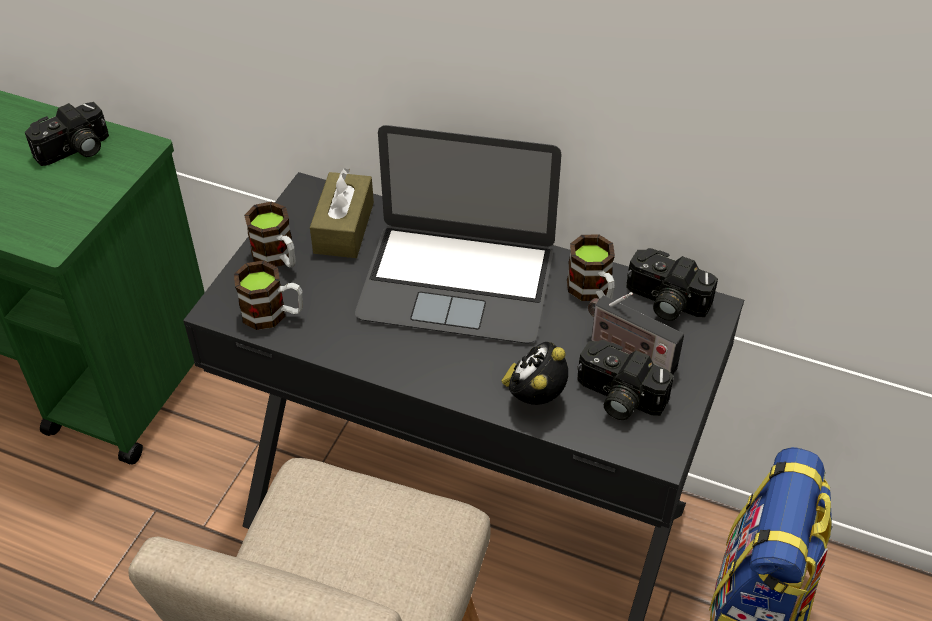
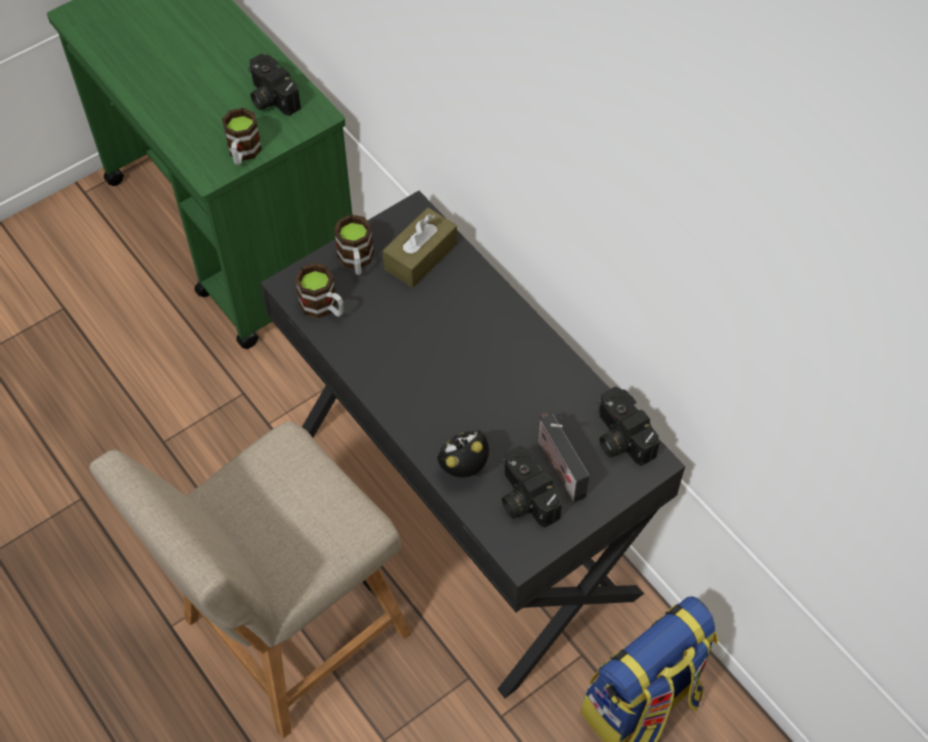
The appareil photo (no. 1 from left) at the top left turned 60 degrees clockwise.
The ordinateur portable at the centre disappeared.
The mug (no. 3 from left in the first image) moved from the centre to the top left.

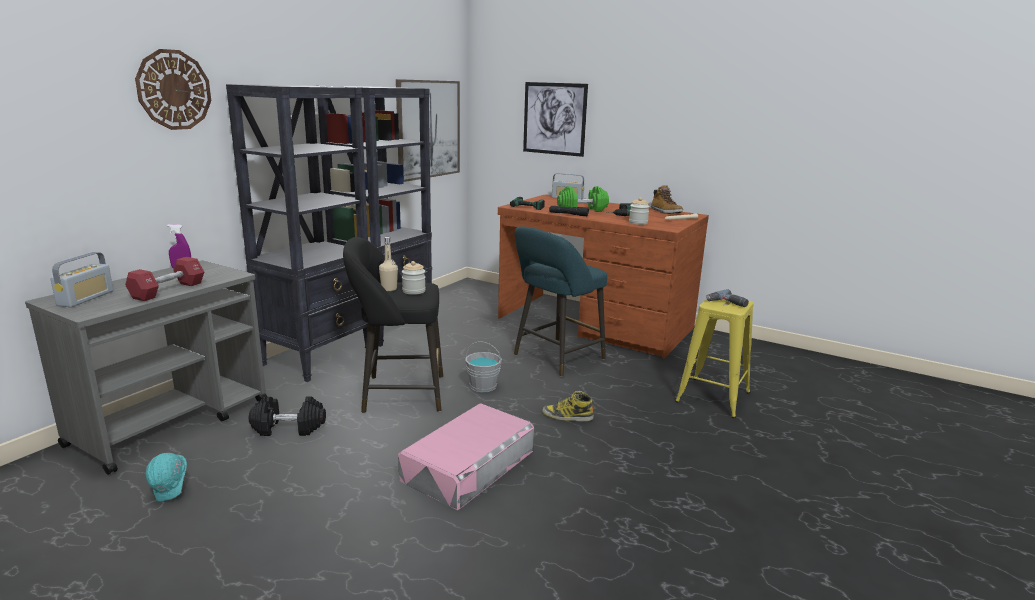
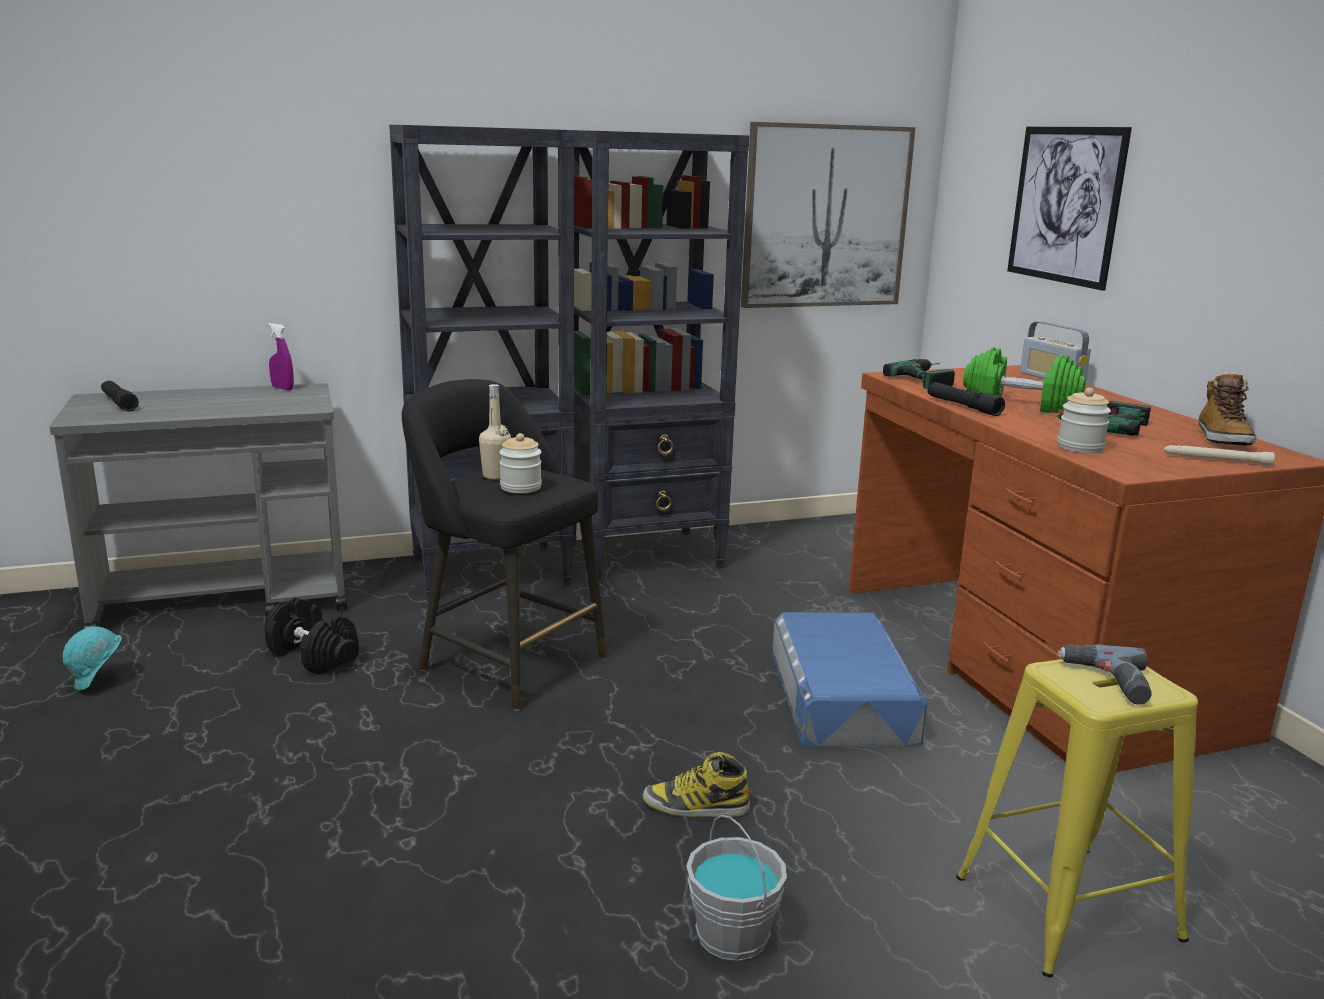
The horloge murale at the top left disappeared.
The tabouret (turquoise) at the centre was replaced by the boîte de rangement (bleu) at the bottom centre.
The radio (no. 1 from left) at the middle left was replaced by the lampe de poche (noir) (no. 1 from left) at the middle left.
The haltère (rouge) at the middle left disappeared.
The seau (gris) moved from the centre to the bottom centre.
The botte (no. 1 from left) at the bottom centre turned 45 degrees counterclockwise.
The boîte de rangement (rose) at the bottom centre disappeared.

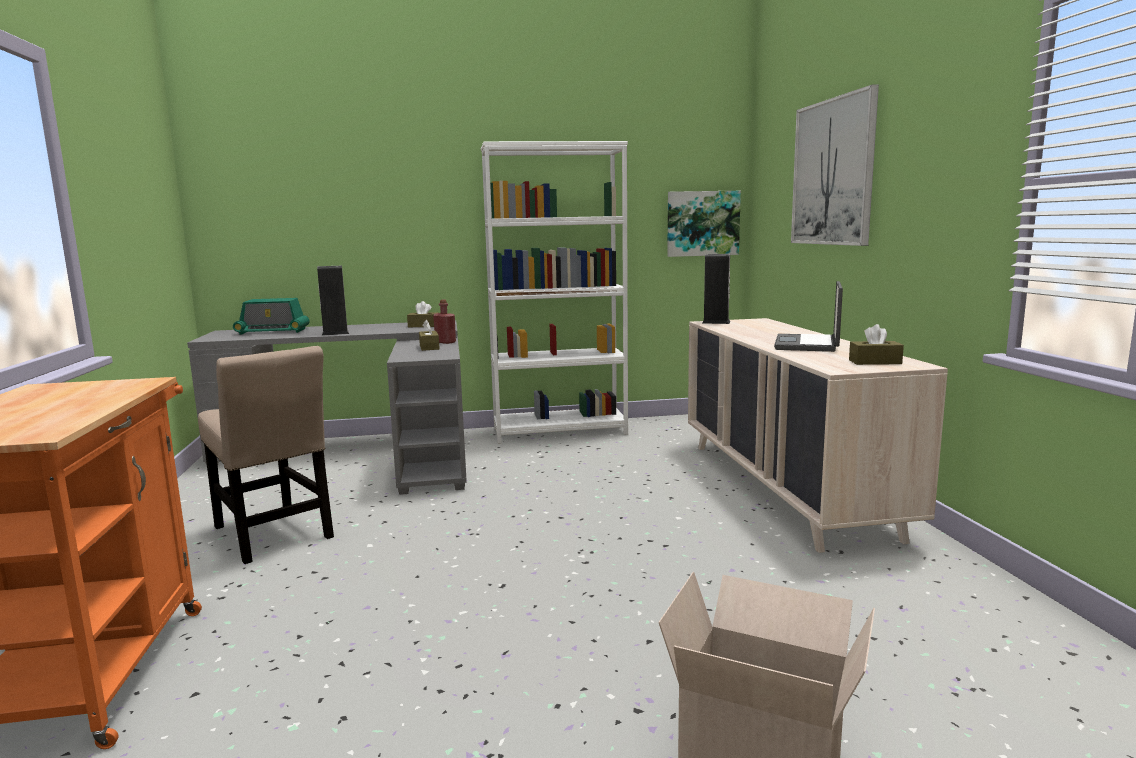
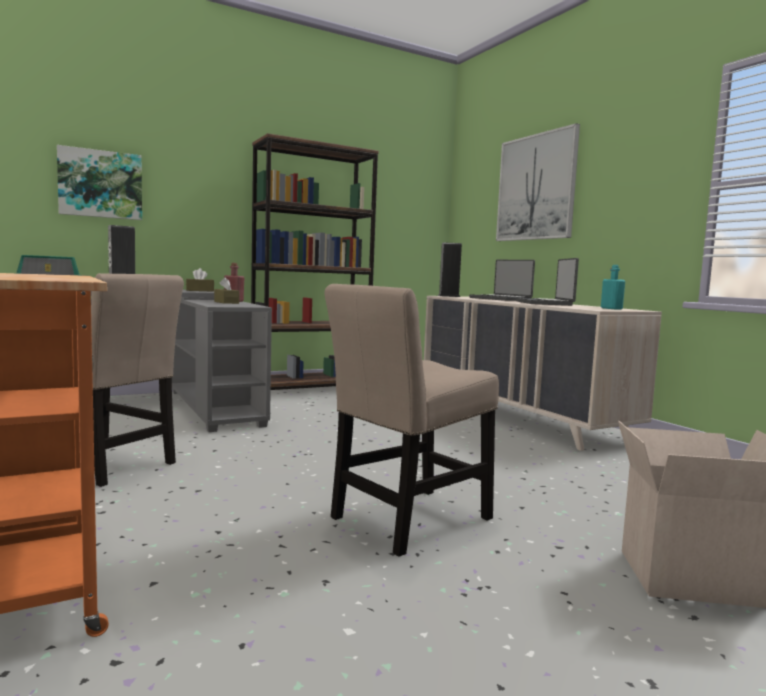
The bibliothèque (blanc) at the centre became the bibliothèque (marron) at the centre.
The tableau (no. 1 from left) moved from the top centre to the top left.
The boîte à mouchoirs (marron) (no. 3 from left) at the middle right was replaced by the bouteille (turquoise) at the middle right.
The ordinateur portable (no. 1 from left) at the centre appeared.
The chaise (beige) (no. 2 from left) at the centre appeared.

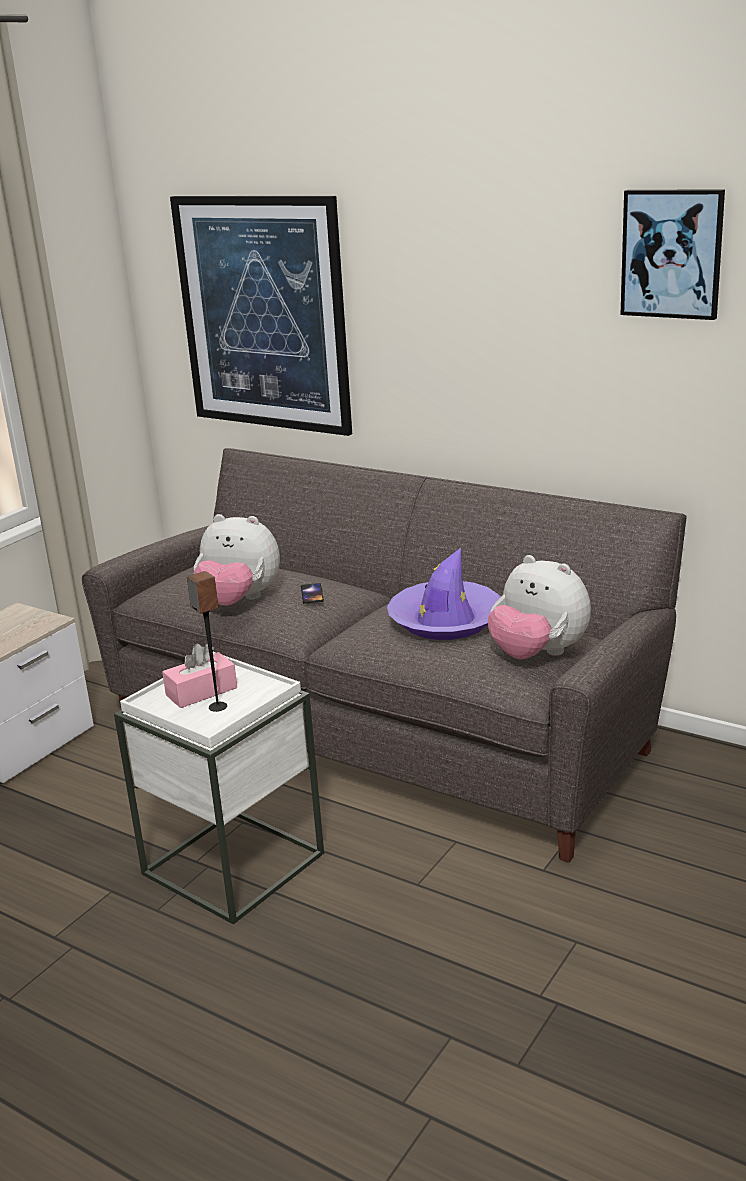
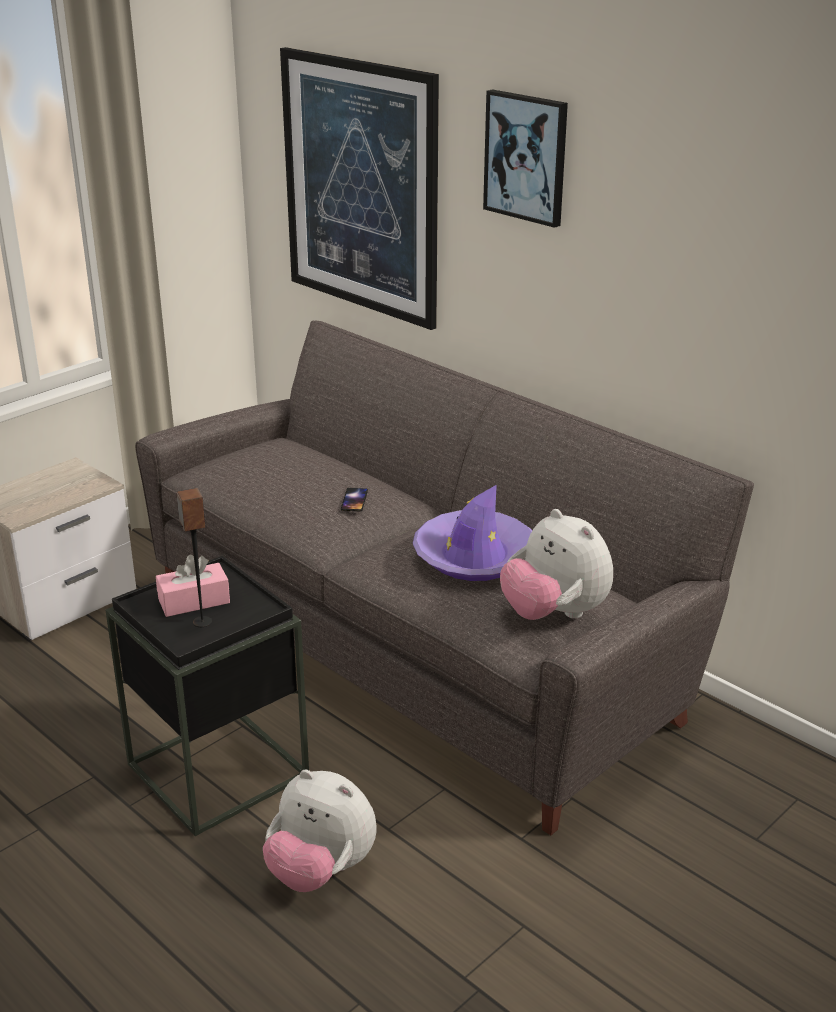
The tableau (no. 2 from left) moved from the top right to the top centre.
The peluche (no. 1 from left) moved from the middle left to the bottom centre.
The table d'appoint (blanc) at the bottom left became the table d'appoint (noir) at the bottom left.

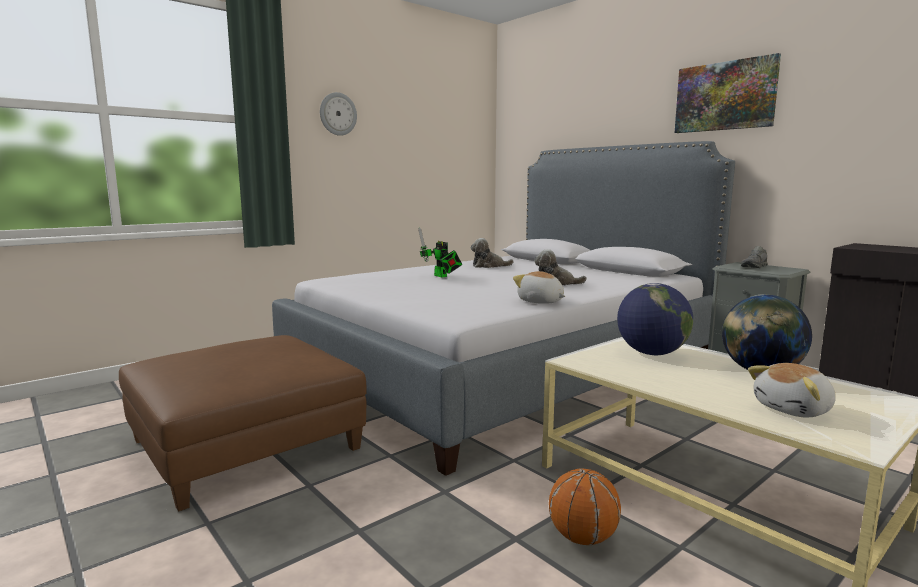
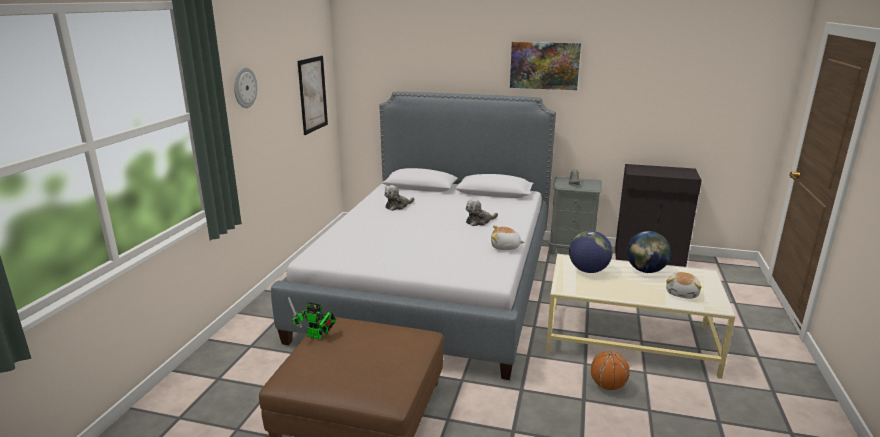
The robot jouet moved from the centre to the bottom centre.
The tableau (no. 1 from left) at the top centre appeared.

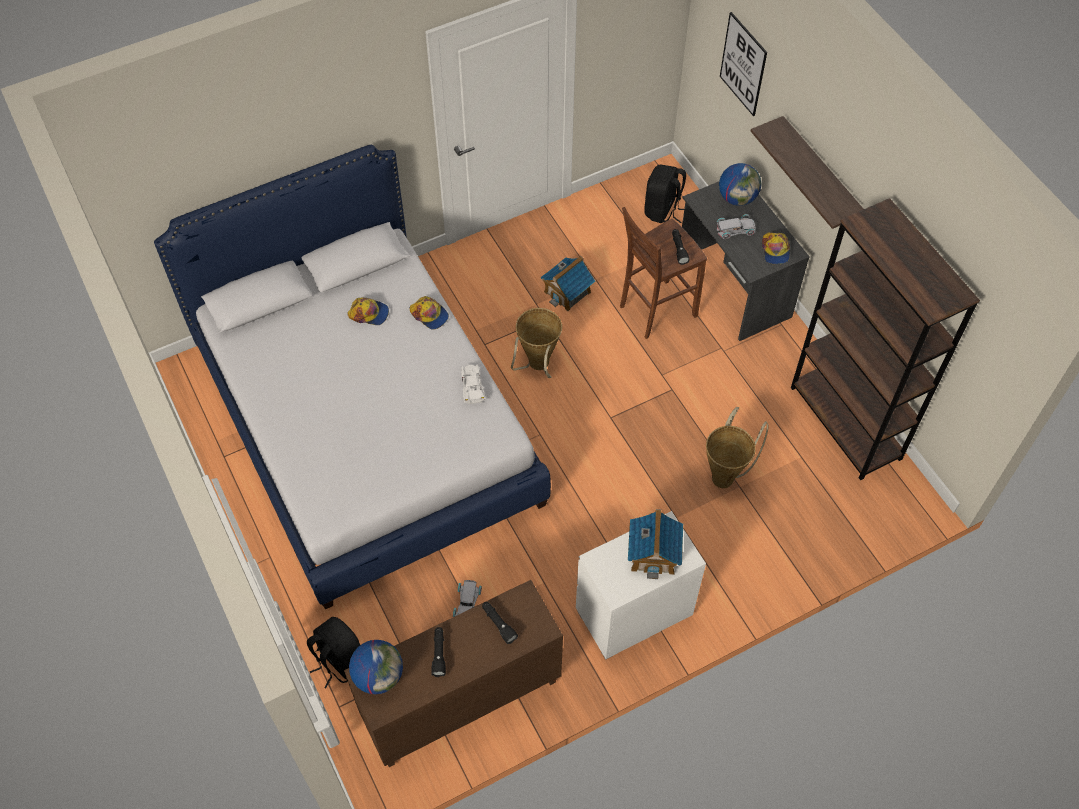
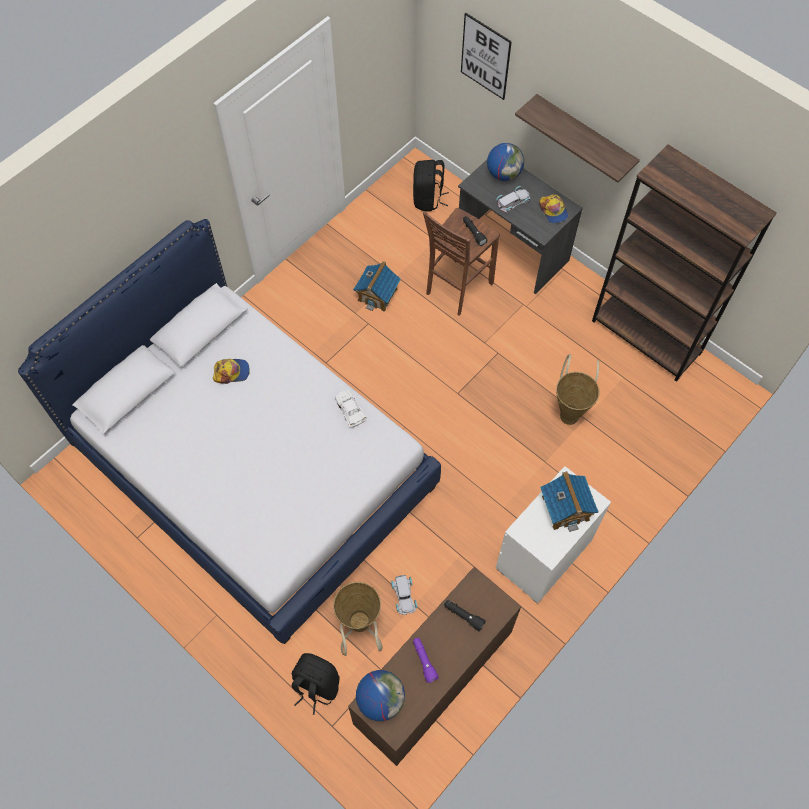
The casquette (no. 2 from left) at the centre disappeared.
The panier (no. 1 from left) moved from the centre to the bottom centre.
The lampe de poche (noir) (no. 1 from left) at the bottom centre became the lampe de poche (violet) at the bottom centre.

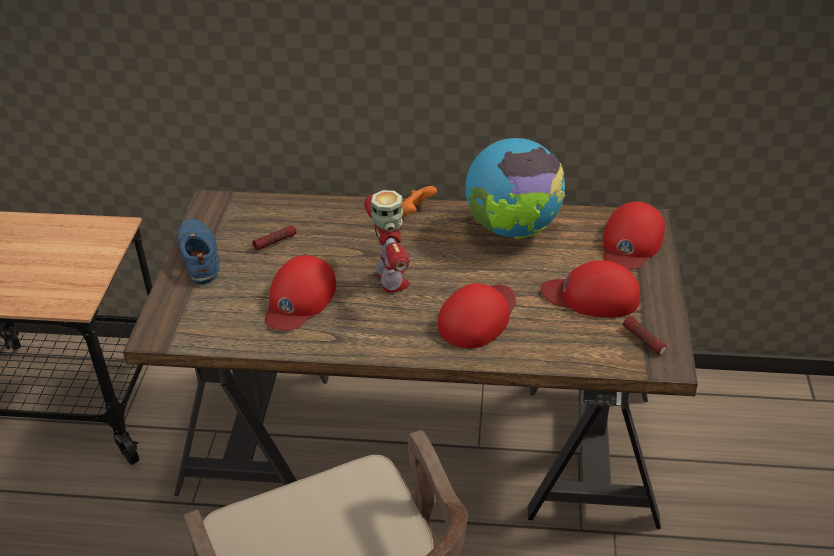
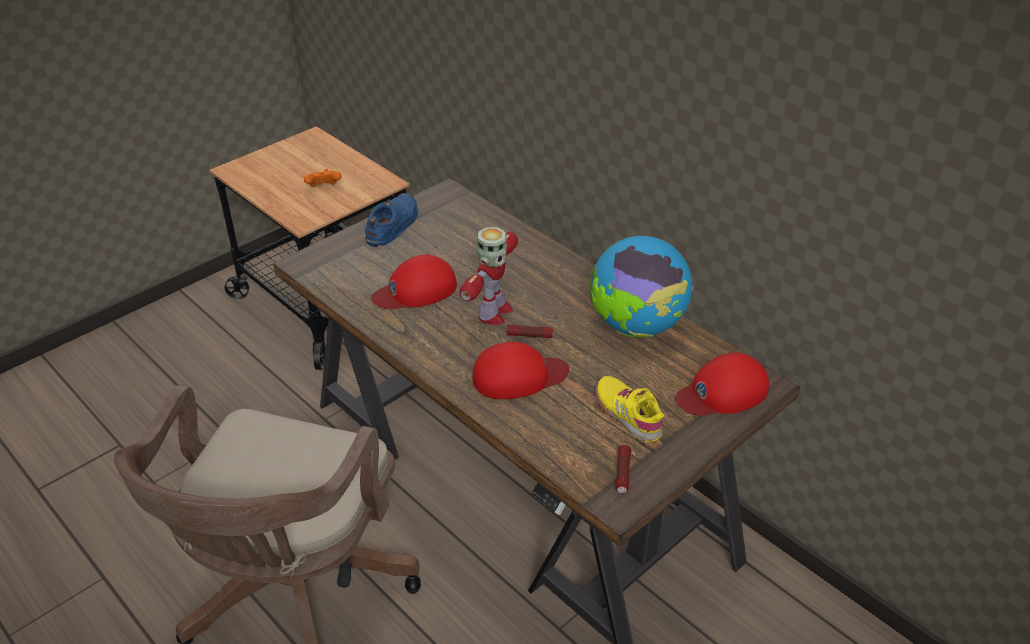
The manette (orange) moved from the centre to the top left.
The lampe de poche (no. 1 from left) moved from the middle left to the centre.
The casquette (rouge) (no. 3 from left) at the middle right was replaced by the chaussure (jaune) at the centre.

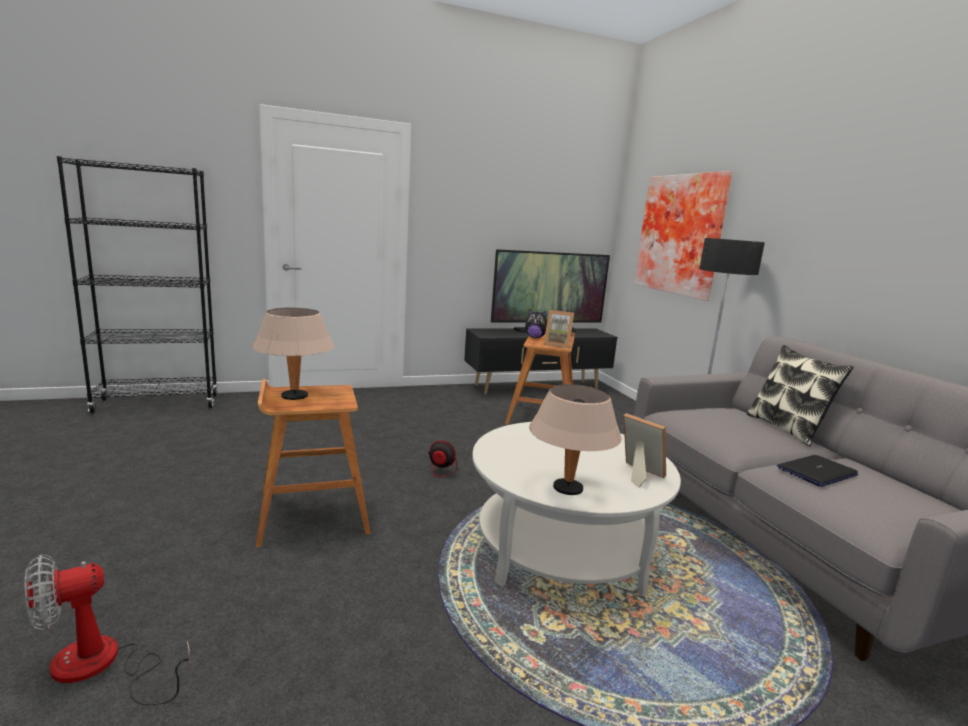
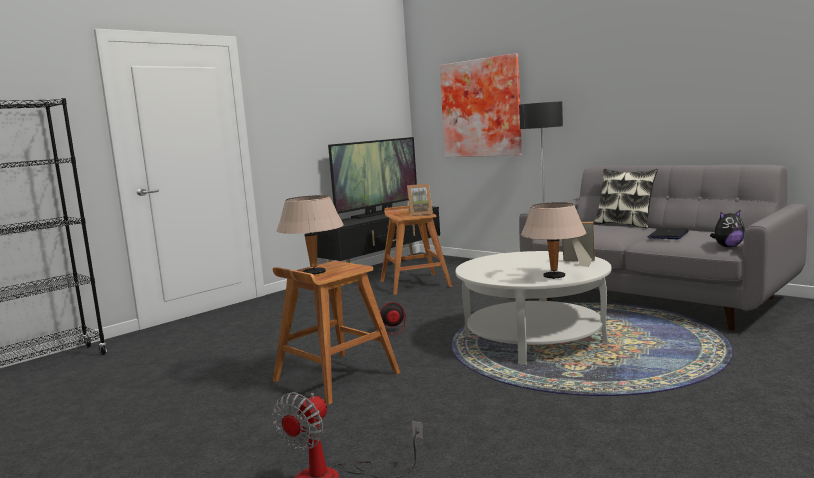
The peluche moved from the centre to the middle right.

